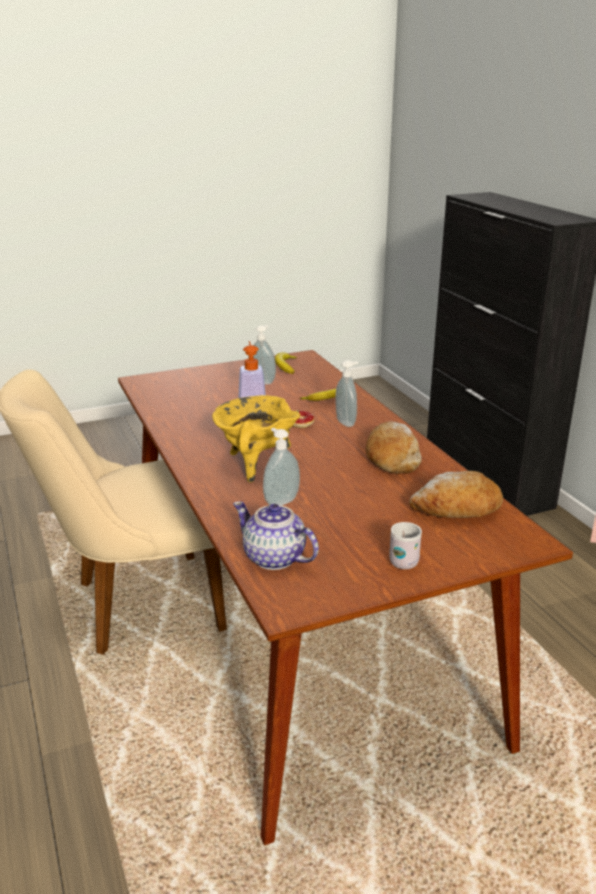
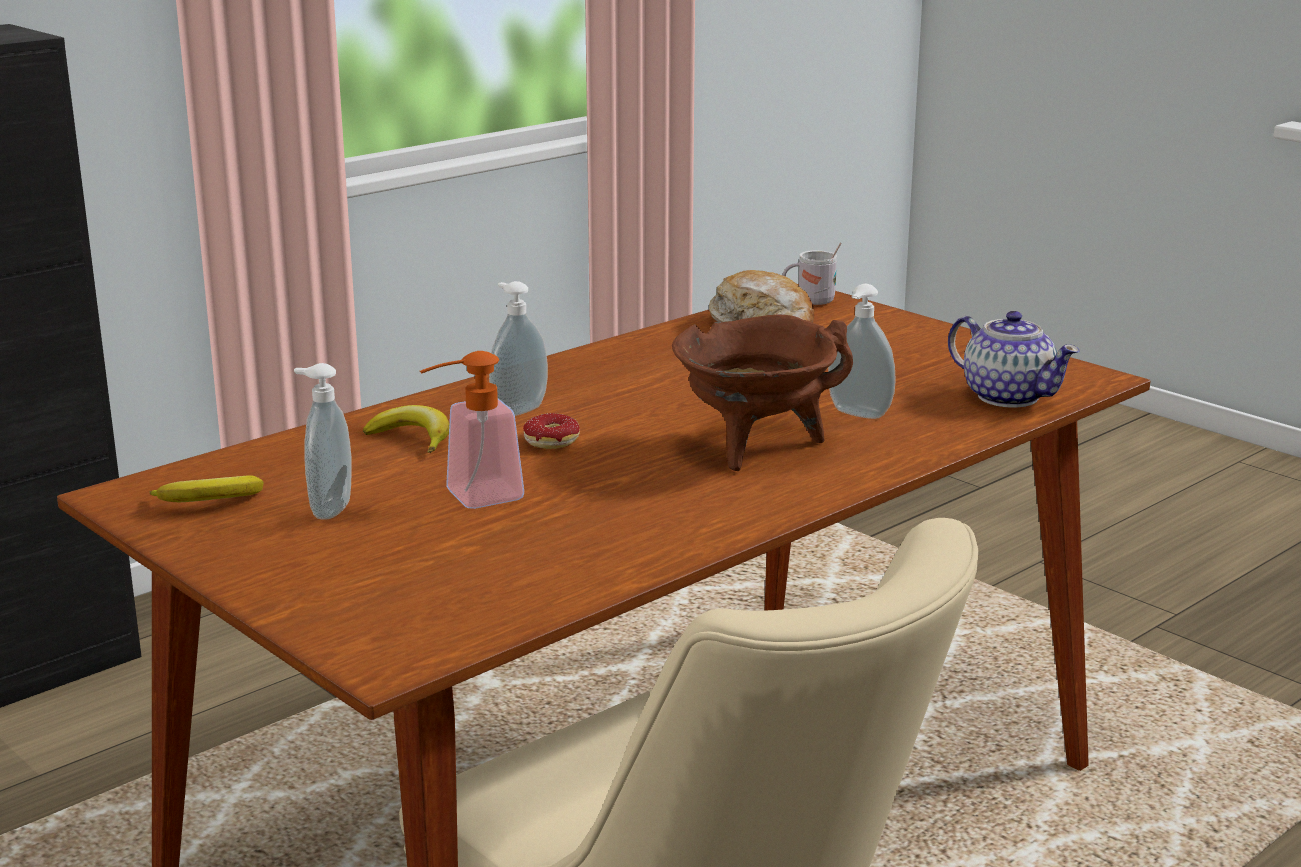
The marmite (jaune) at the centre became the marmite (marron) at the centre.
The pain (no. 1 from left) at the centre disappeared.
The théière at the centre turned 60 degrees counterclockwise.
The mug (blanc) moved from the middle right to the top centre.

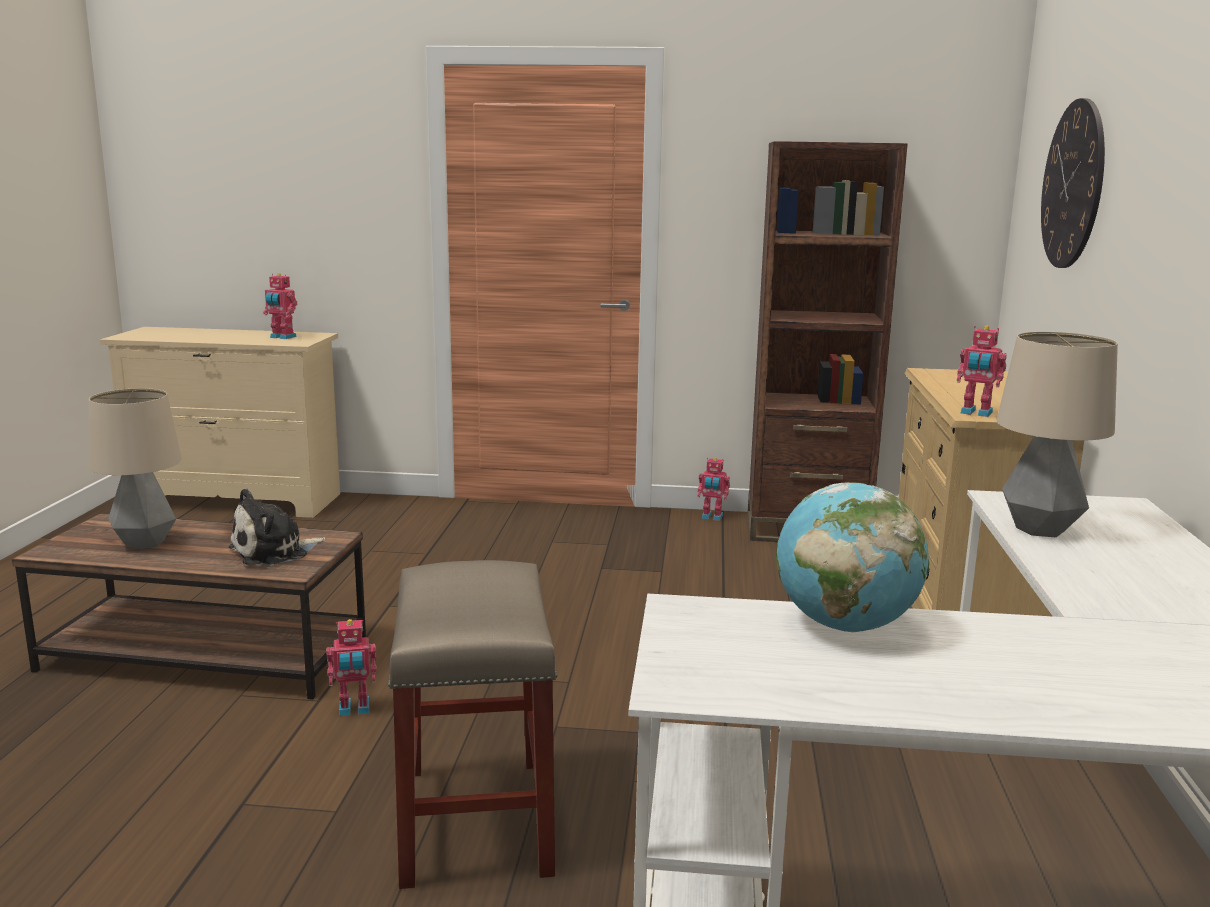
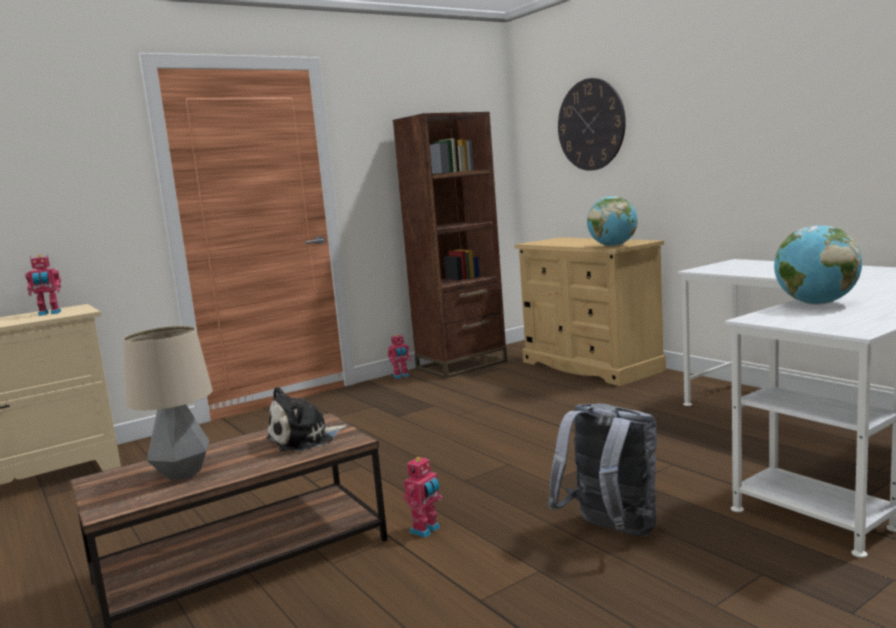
The robot jouet (no. 4 from left) at the middle right was replaced by the globe (no. 1 from left) at the middle right.
The lampe de table (no. 2 from left) at the middle right disappeared.
The peluche at the middle left turned 45 degrees clockwise.
The tabouret (beige) at the bottom centre was replaced by the sac à dos (gris) at the bottom right.

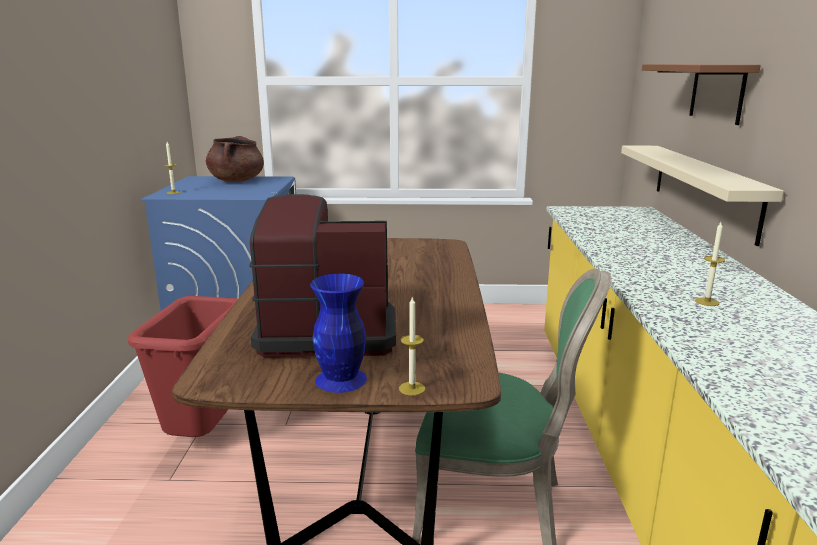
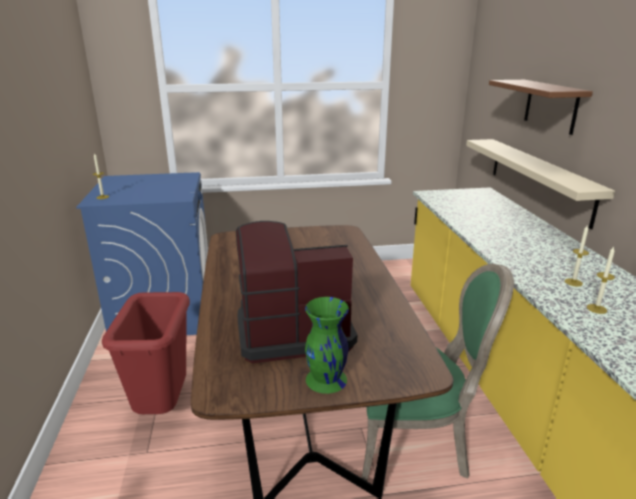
The marmite (marron) at the top left disappeared.
The vase (bleu) at the centre became the vase (vert) at the bottom centre.
The bougie (no. 2 from left in the first image) moved from the centre to the middle right.

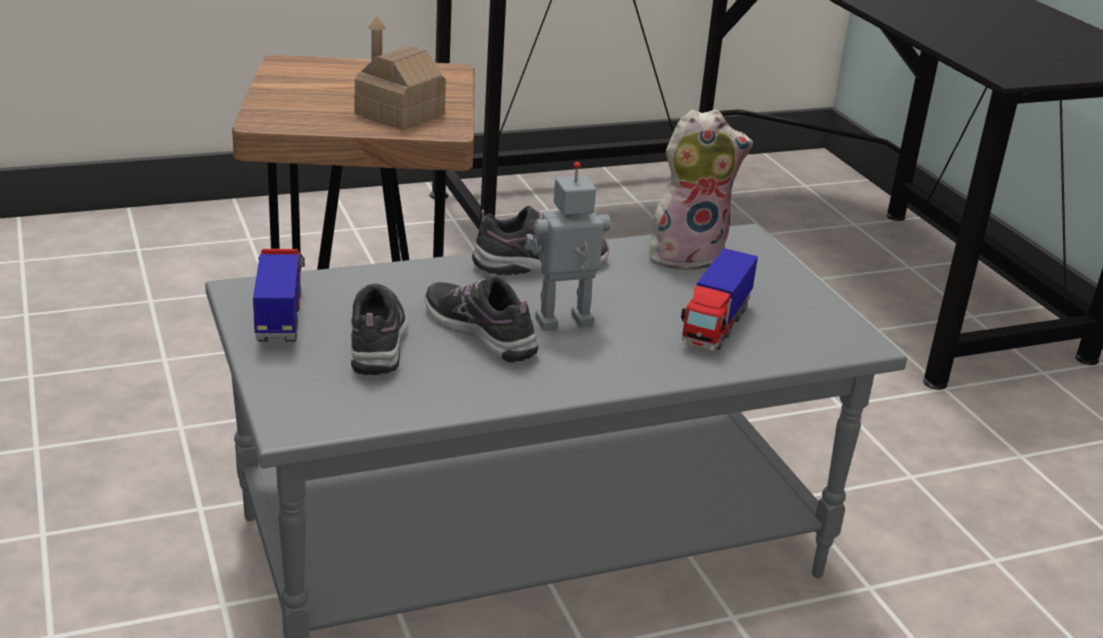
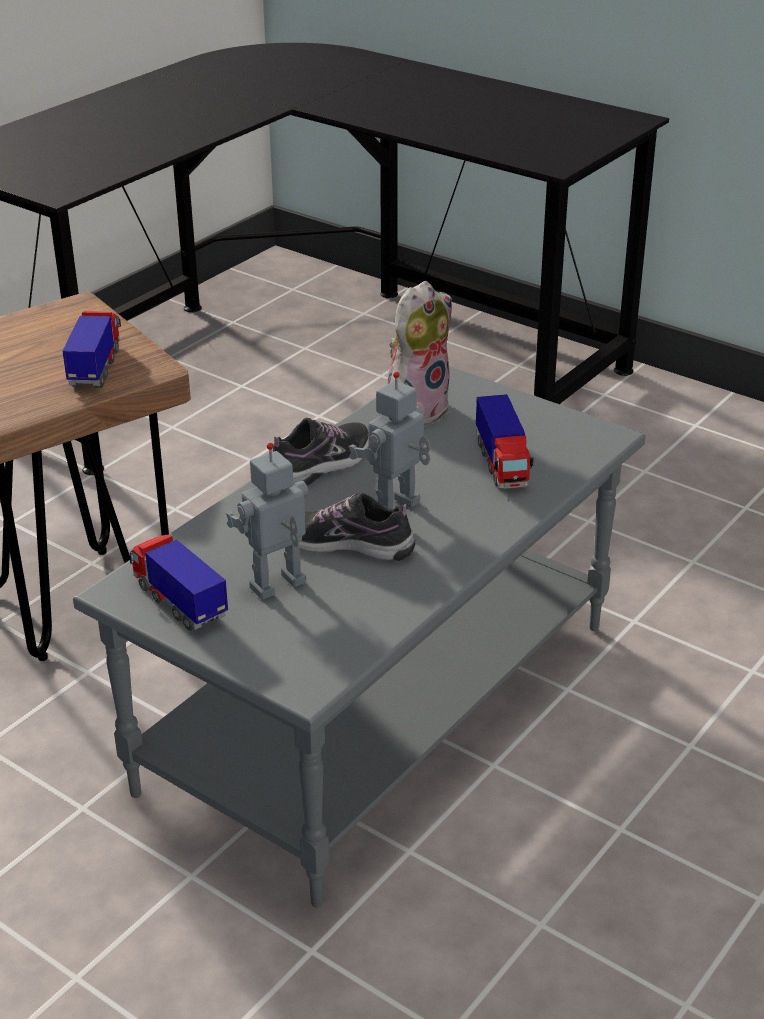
The maison miniature at the top centre was replaced by the camion jouet (no. 1 from left) at the middle left.
The chaussure (no. 1 from left) at the centre was replaced by the robot jouet (no. 1 from left) at the centre.

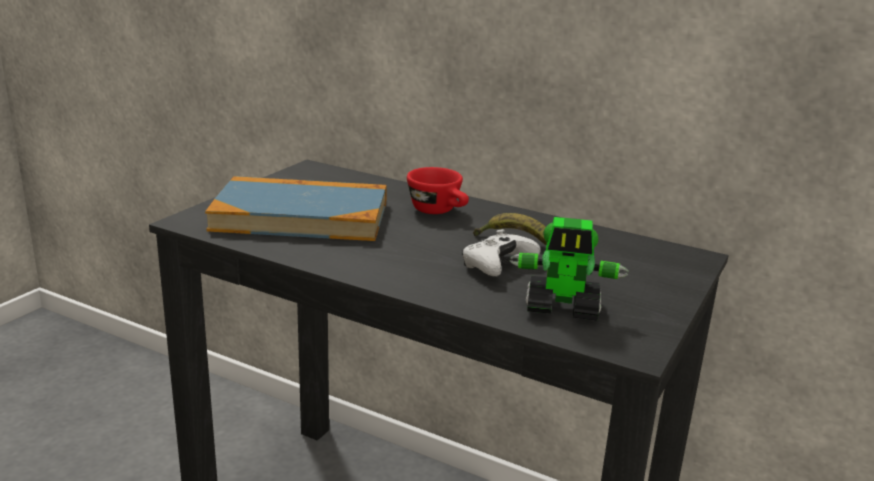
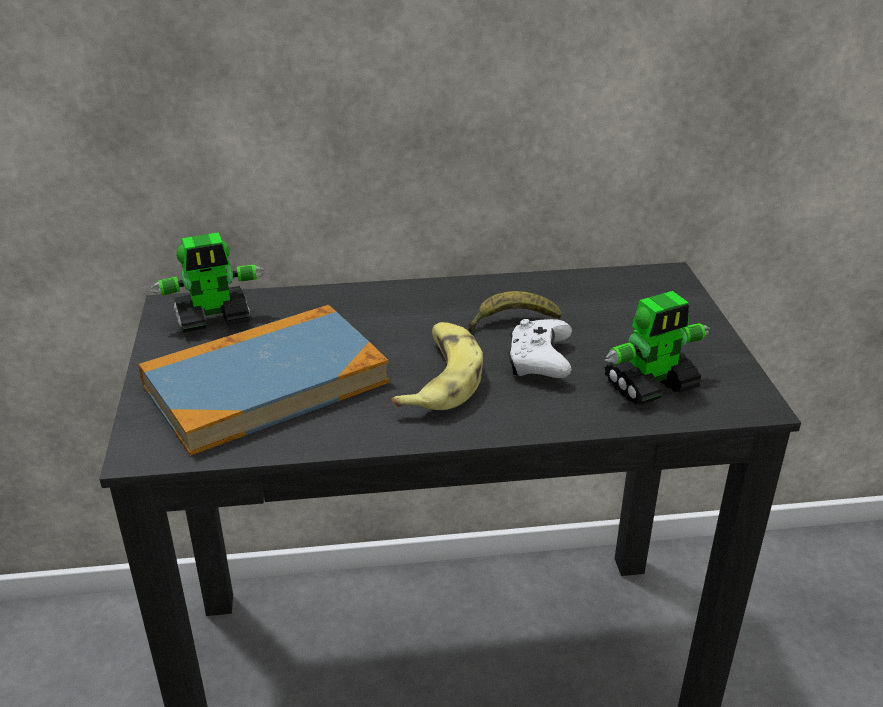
The tasse (rouge) at the centre disappeared.
The robot jouet (no. 1 from left) at the middle left appeared.
The banane (no. 1 from left) at the centre appeared.

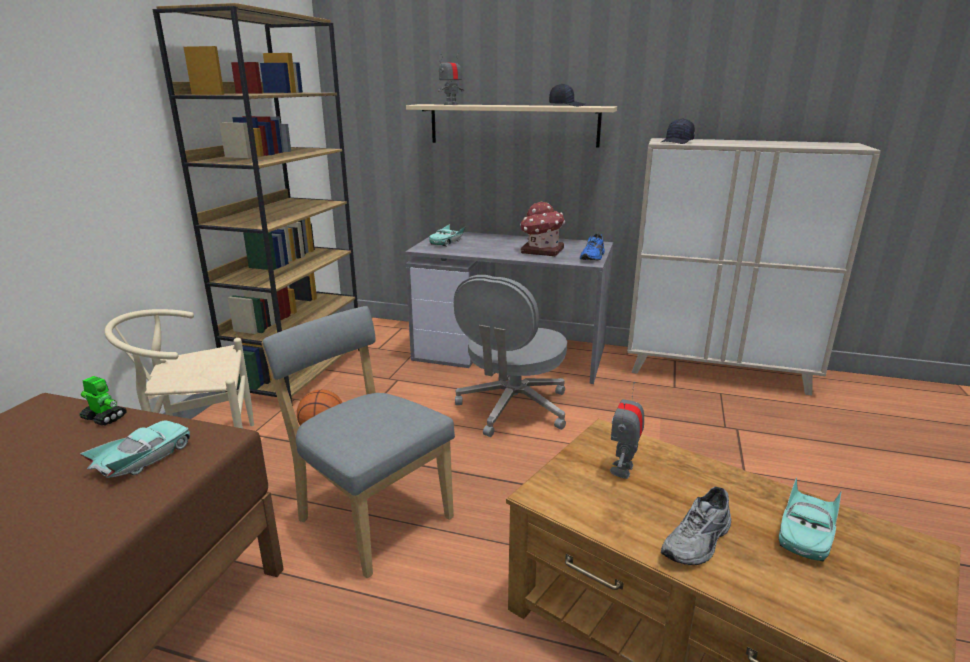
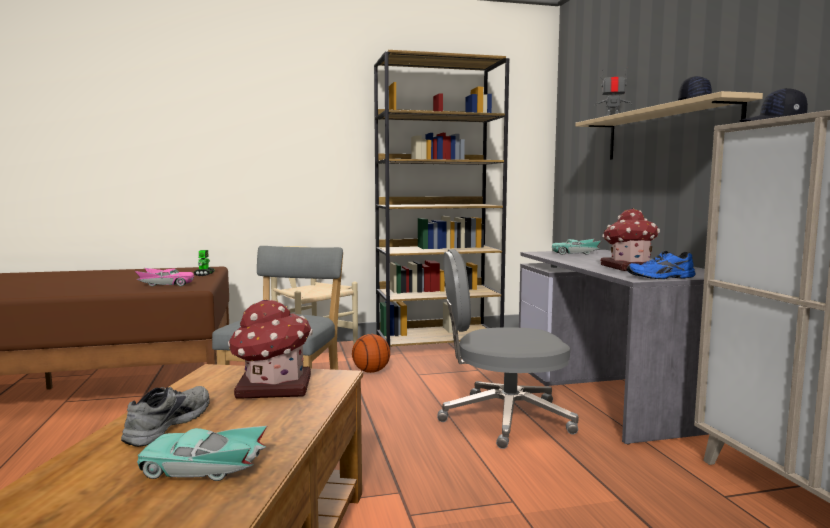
The robot jouet (no. 3 from left) at the centre was replaced by the maison miniature (no. 1 from left) at the middle left.
The petite voiture (turquoise) (no. 1 from left) at the bottom left became the petite voiture (rose) at the middle left.
The chaussure (gris) at the bottom right turned 90 degrees clockwise.

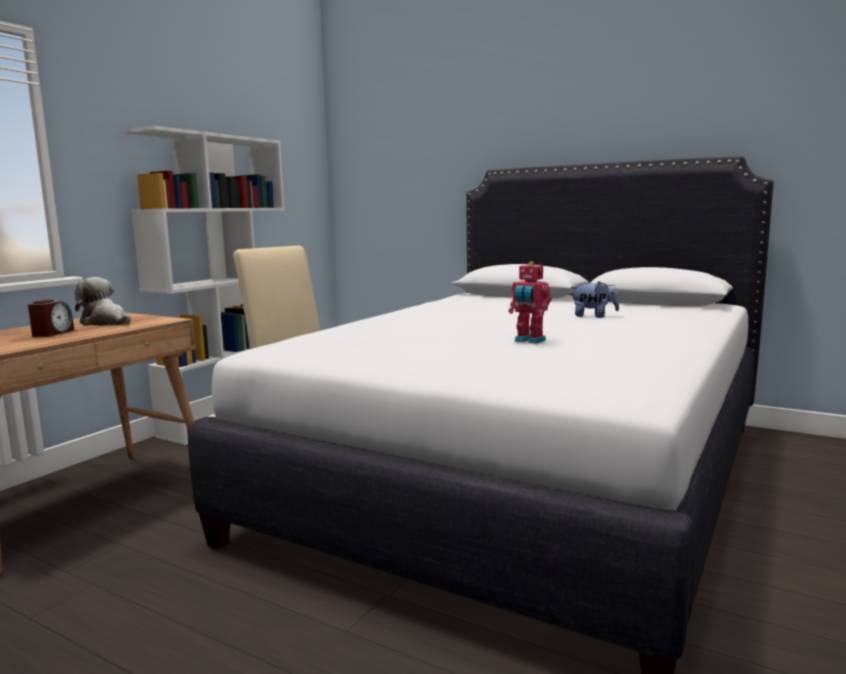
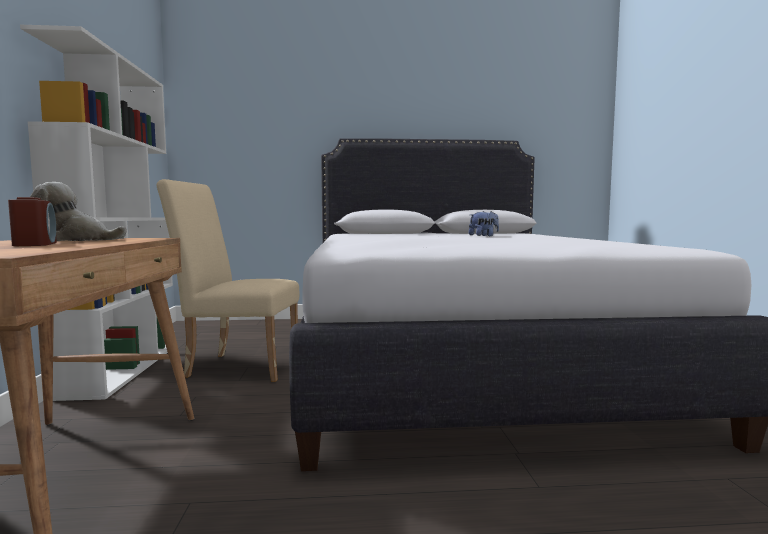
The robot jouet at the centre disappeared.

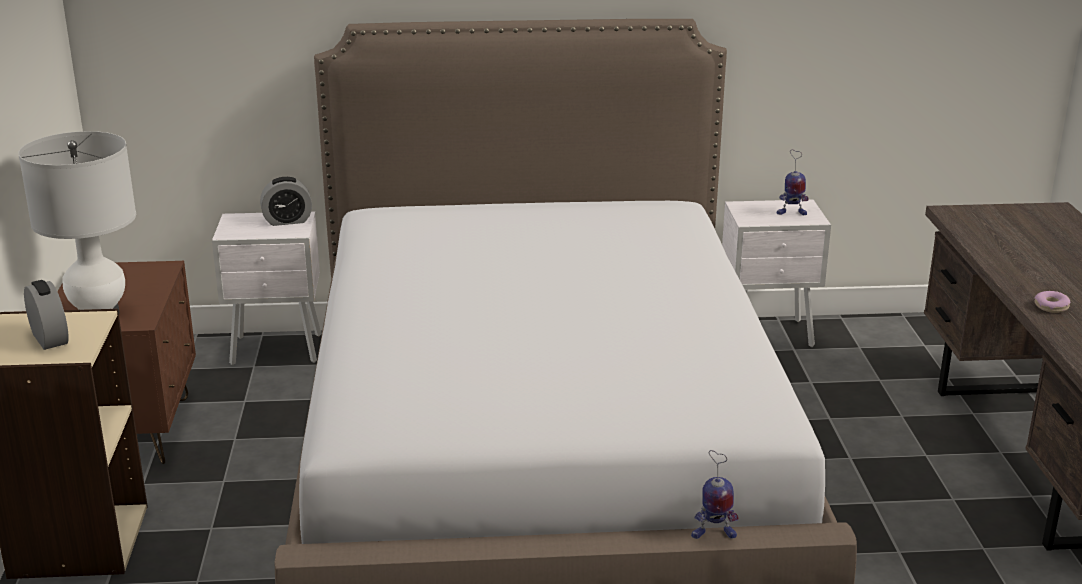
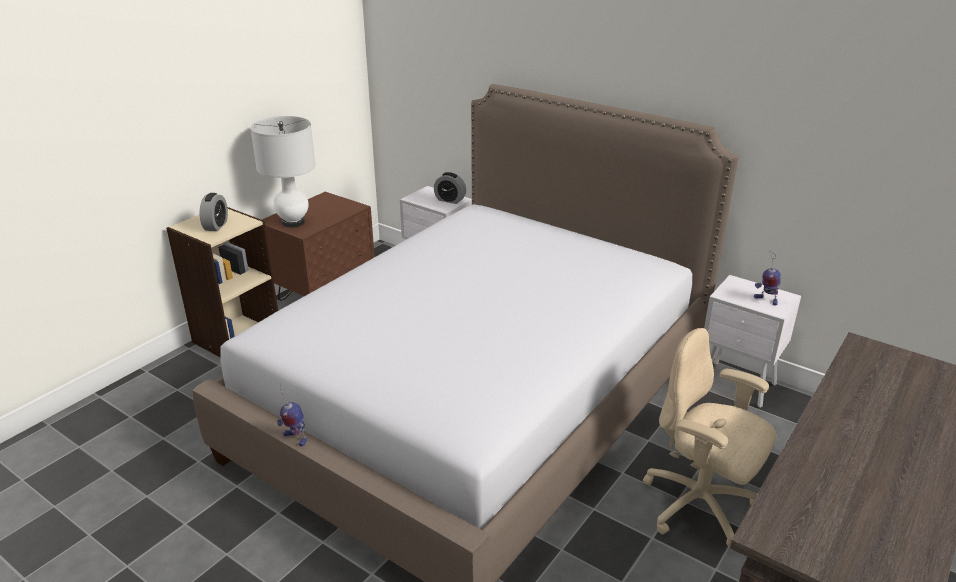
The beignet at the middle right disappeared.
The robot jouet (no. 1 from left) moved from the bottom centre to the bottom left.
The chaise de bureau (beige) at the bottom right appeared.

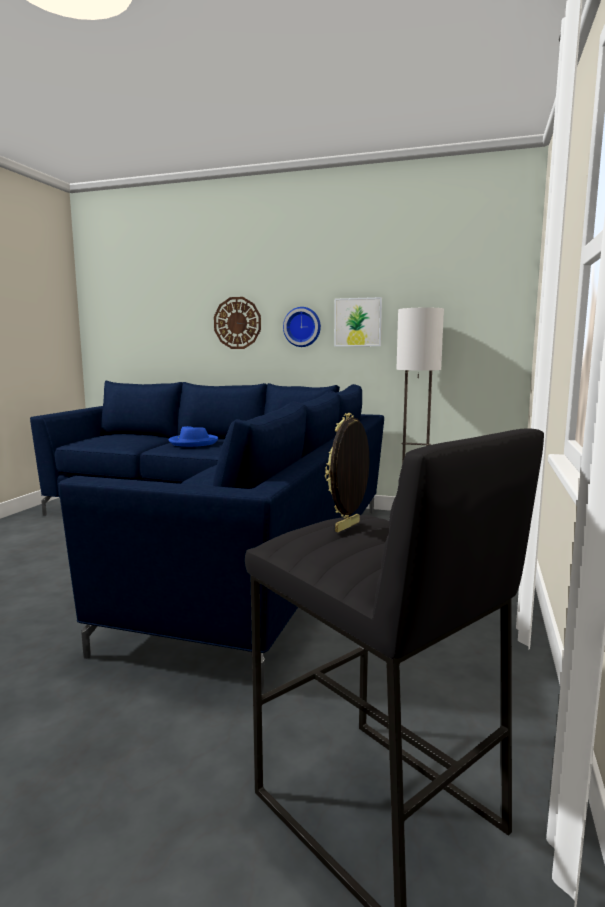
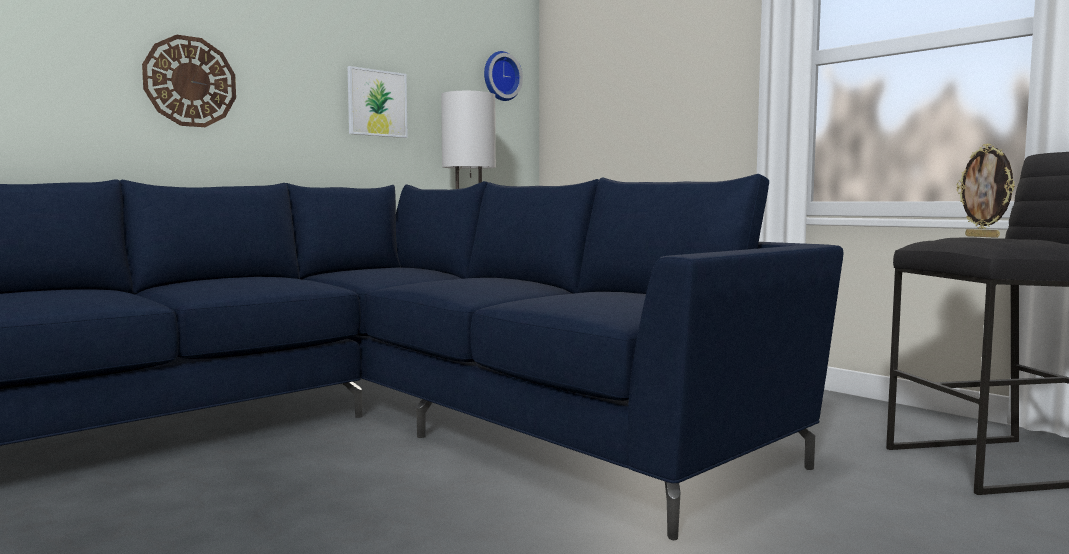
The horloge murale (no. 2 from left) moved from the centre to the top centre.
The chapeau (bleu) at the middle left disappeared.

